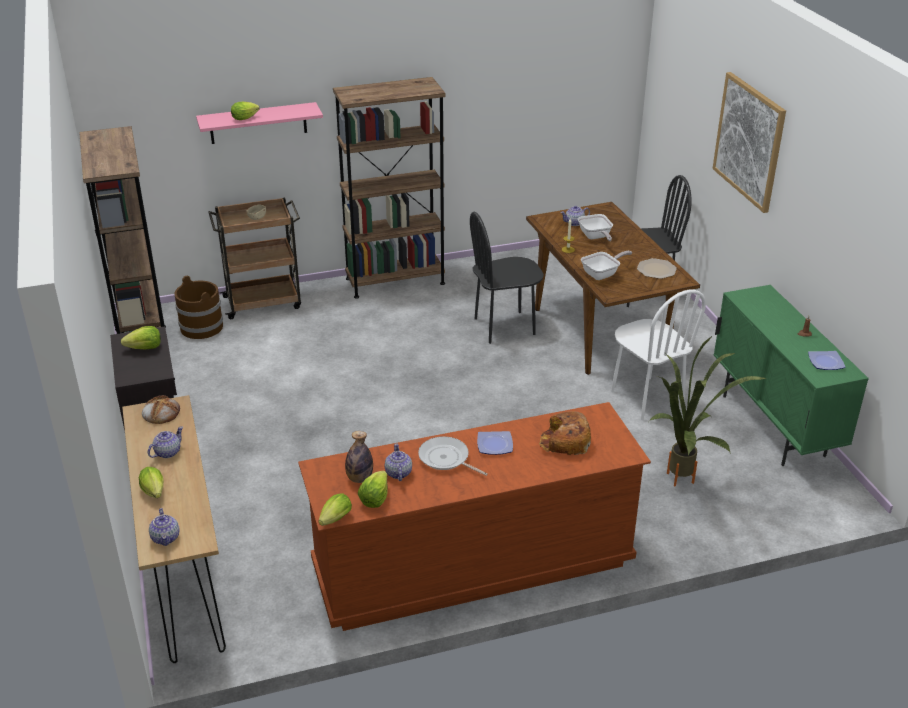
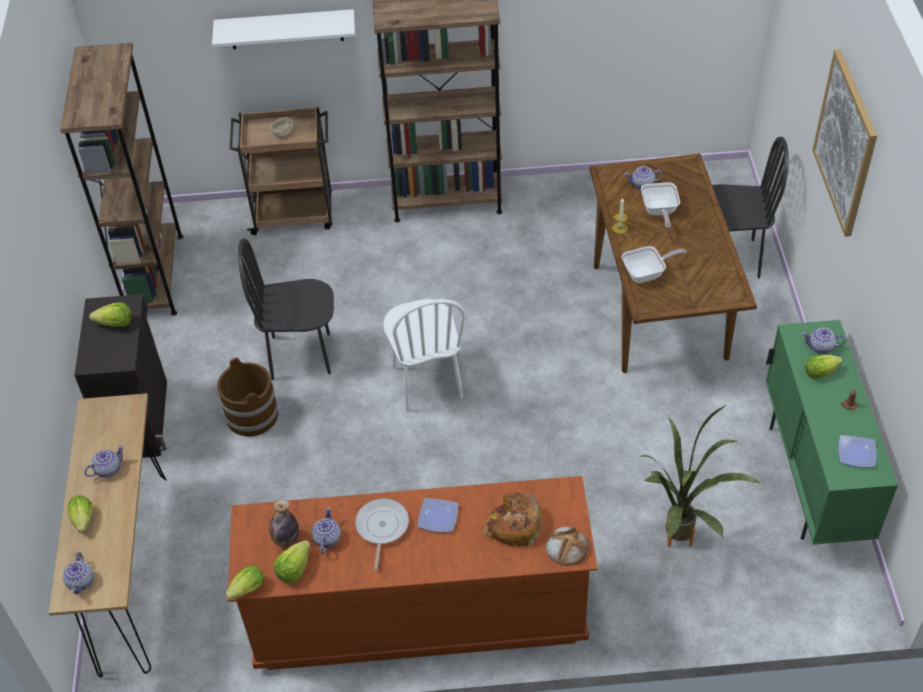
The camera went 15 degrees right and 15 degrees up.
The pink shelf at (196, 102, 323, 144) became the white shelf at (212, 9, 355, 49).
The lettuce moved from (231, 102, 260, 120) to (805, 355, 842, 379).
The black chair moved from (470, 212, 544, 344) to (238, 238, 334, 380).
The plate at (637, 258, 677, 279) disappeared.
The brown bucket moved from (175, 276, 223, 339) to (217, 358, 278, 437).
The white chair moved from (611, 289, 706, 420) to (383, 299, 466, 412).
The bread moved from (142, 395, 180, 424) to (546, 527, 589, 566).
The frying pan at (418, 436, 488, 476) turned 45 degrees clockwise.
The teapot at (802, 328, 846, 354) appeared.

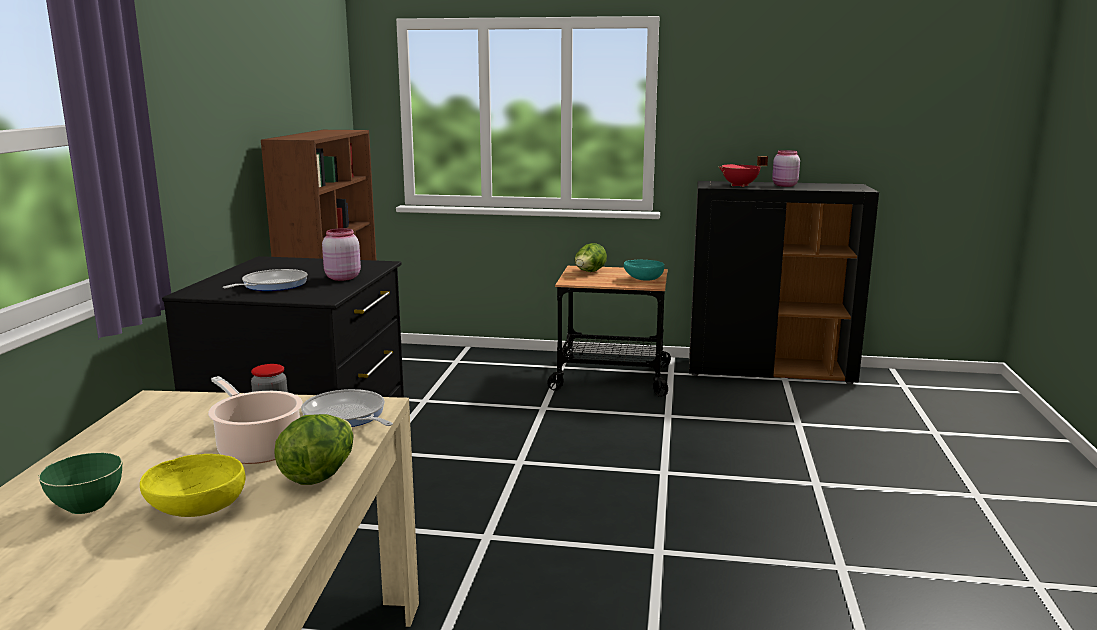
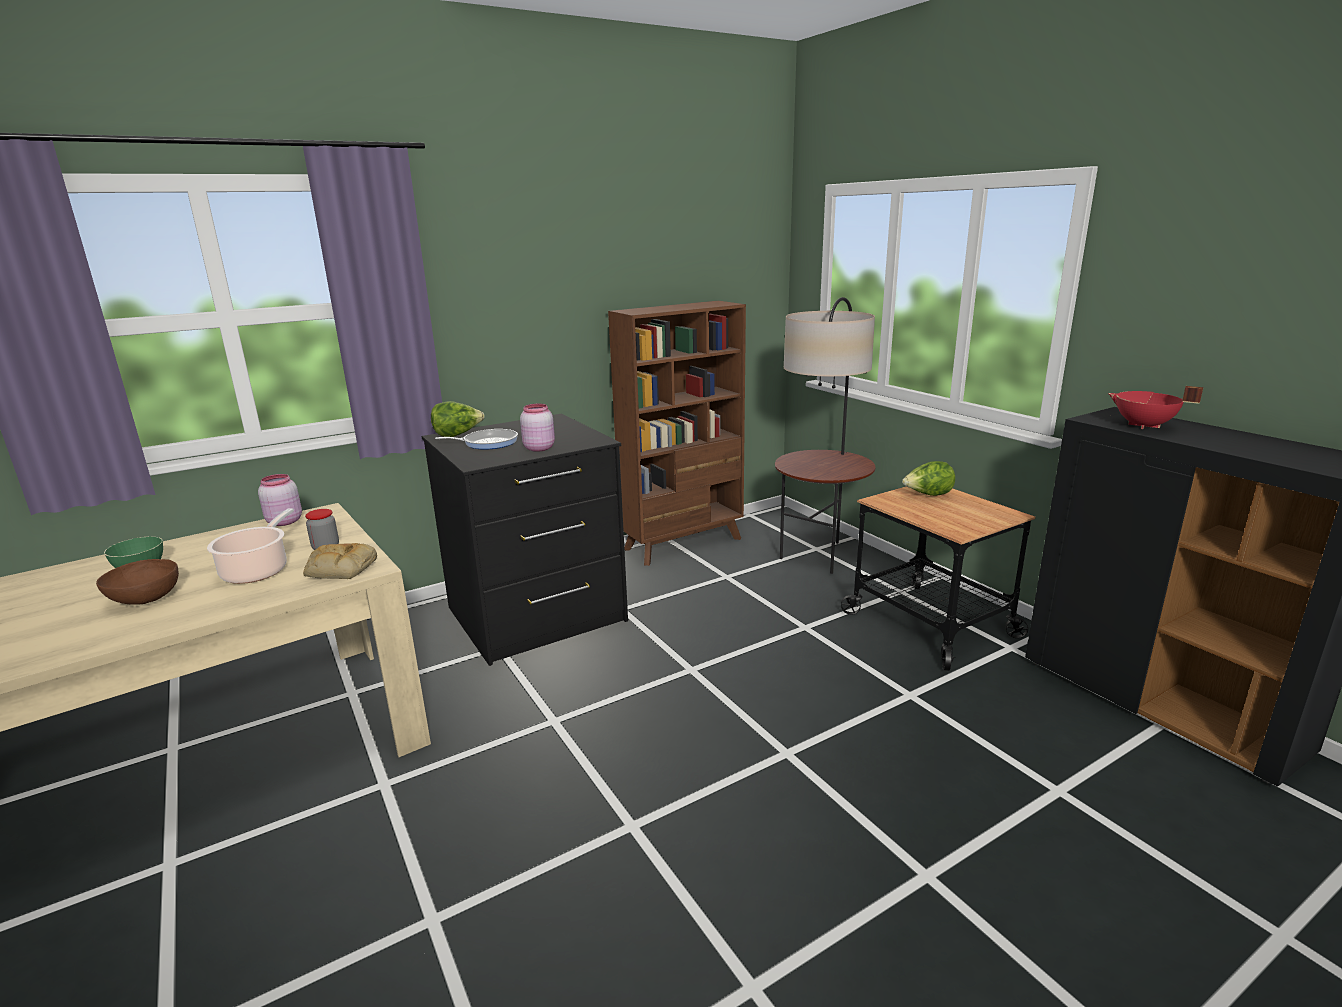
The camera went 50 degrees right and 5 degrees up.
The pink jar moved from (772, 150, 800, 187) to (258, 474, 302, 526).
The turquoise bowl at (624, 260, 664, 281) disappeared.
The frying pan at (301, 389, 393, 427) was replaced by the bread at (303, 543, 377, 579).
The lettuce moved from (274, 414, 353, 485) to (431, 401, 485, 437).
The yellow bowl at (140, 454, 246, 517) became the brown bowl at (96, 559, 179, 605).
The floor lamp at (775, 297, 875, 574) appeared.

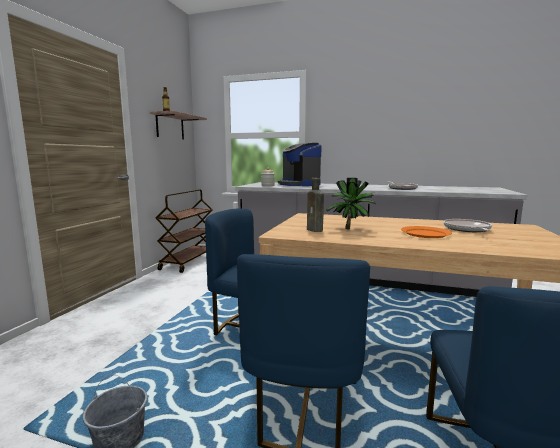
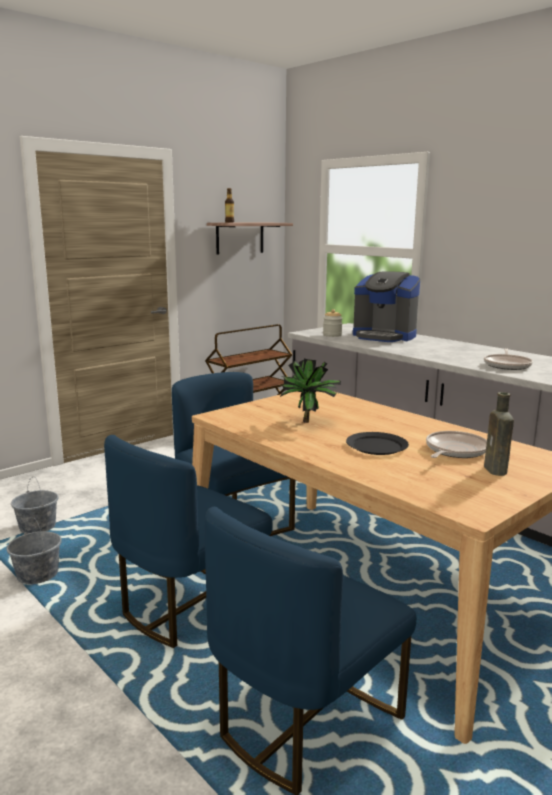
The camera went 30 degrees right and 5 degrees up.
The coffee machine at (278, 143, 322, 186) turned 60 degrees counterclockwise.
The brown bottle moved from (307, 178, 324, 232) to (484, 392, 514, 476).
The orange plate at (401, 226, 452, 238) became the black plate at (346, 432, 409, 455).
The grey bucket at (11, 477, 59, 534) appeared.

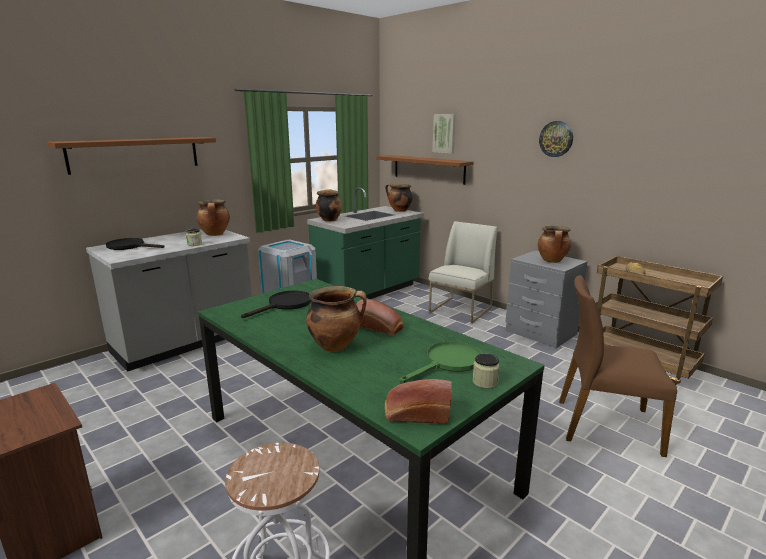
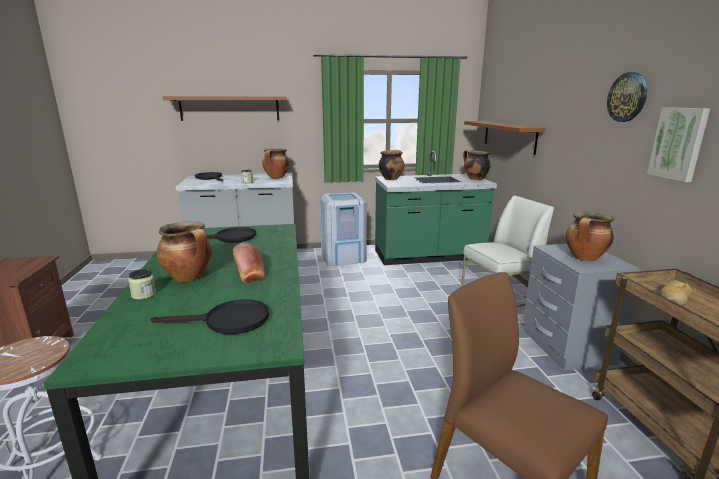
The camera went 35 degrees right and 0 degrees up.
The picture moved from (433, 114, 456, 154) to (647, 107, 710, 182).
The green frying pan at (399, 341, 482, 383) became the black frying pan at (151, 299, 269, 334).
The jar moved from (473, 354, 500, 389) to (128, 269, 156, 300).
The bread at (385, 379, 452, 424) disappeared.

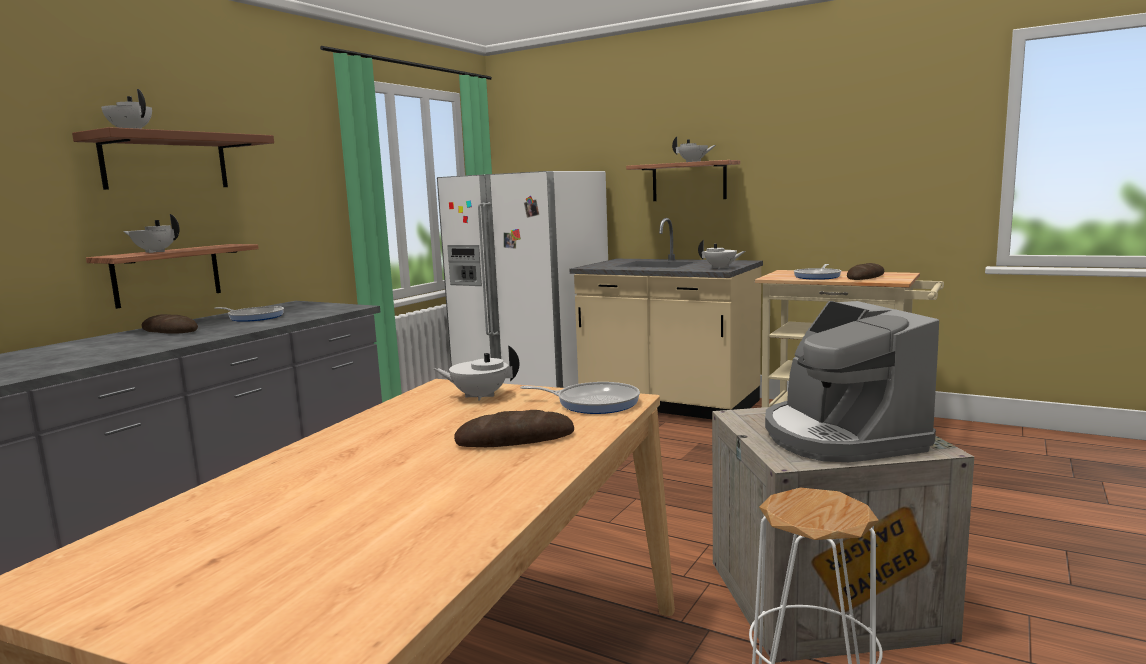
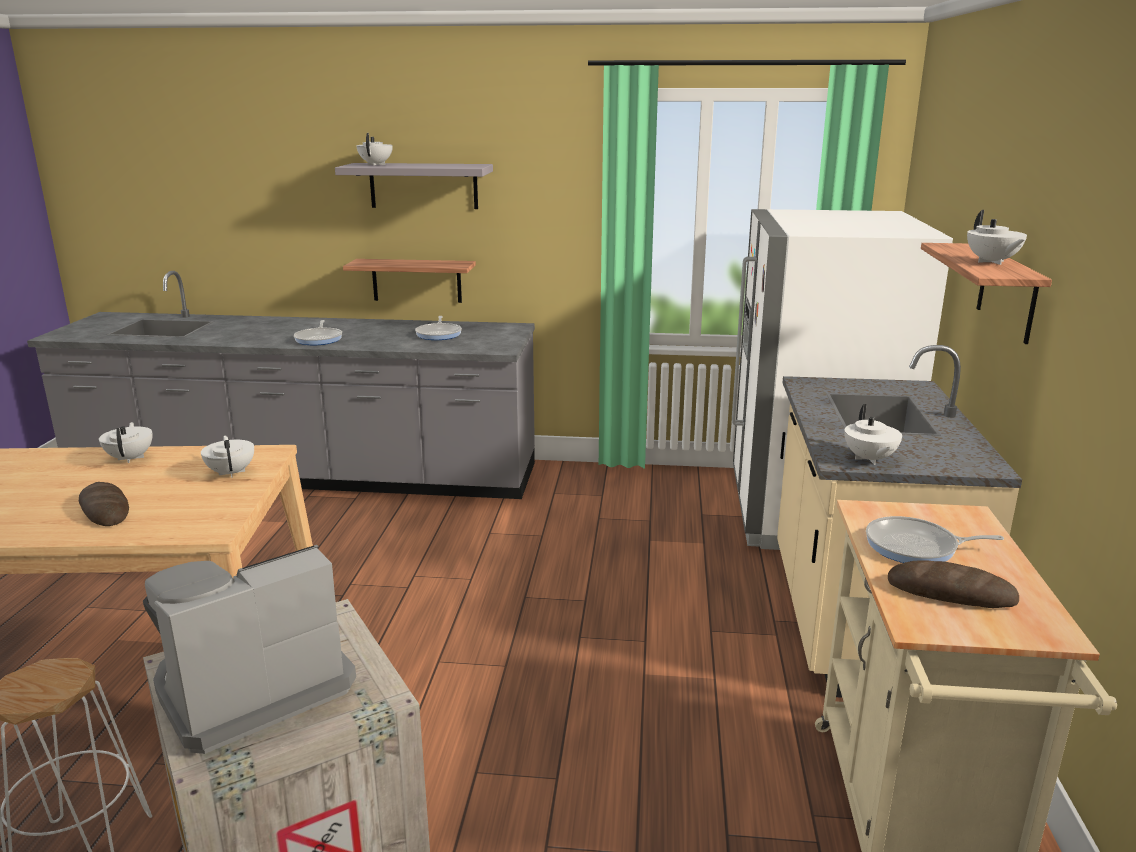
The camera went 65 degrees right and 10 degrees up.
The brown shelf at (72, 127, 274, 190) became the grey shelf at (335, 163, 493, 209).
The white teapot moved from (123, 214, 180, 253) to (99, 422, 152, 463).
The bread at (142, 314, 198, 334) disappeared.
The frying pan moved from (520, 382, 640, 414) to (294, 320, 342, 345).

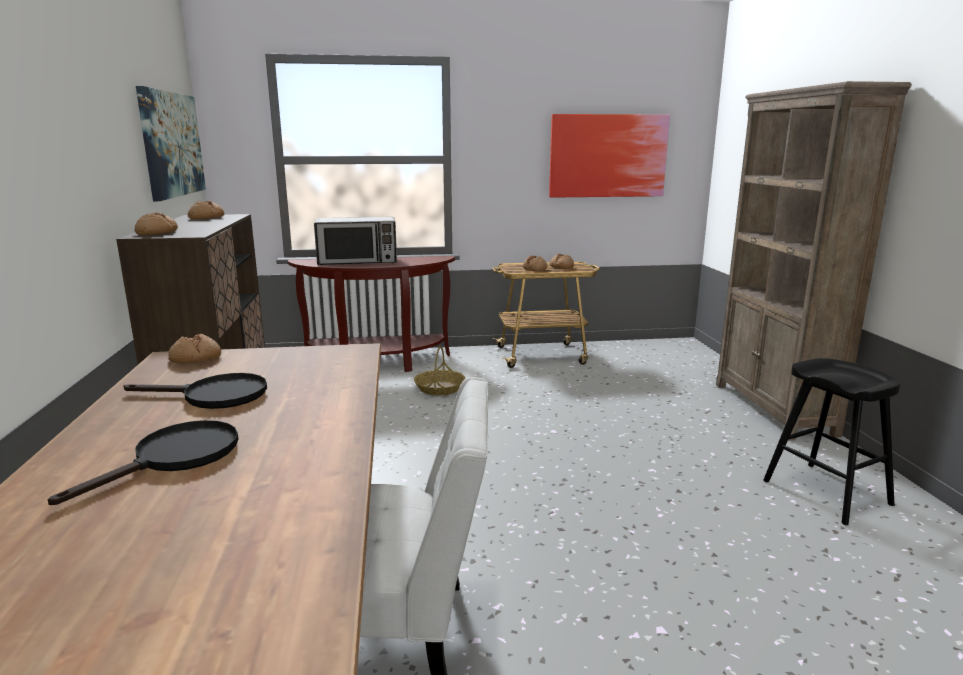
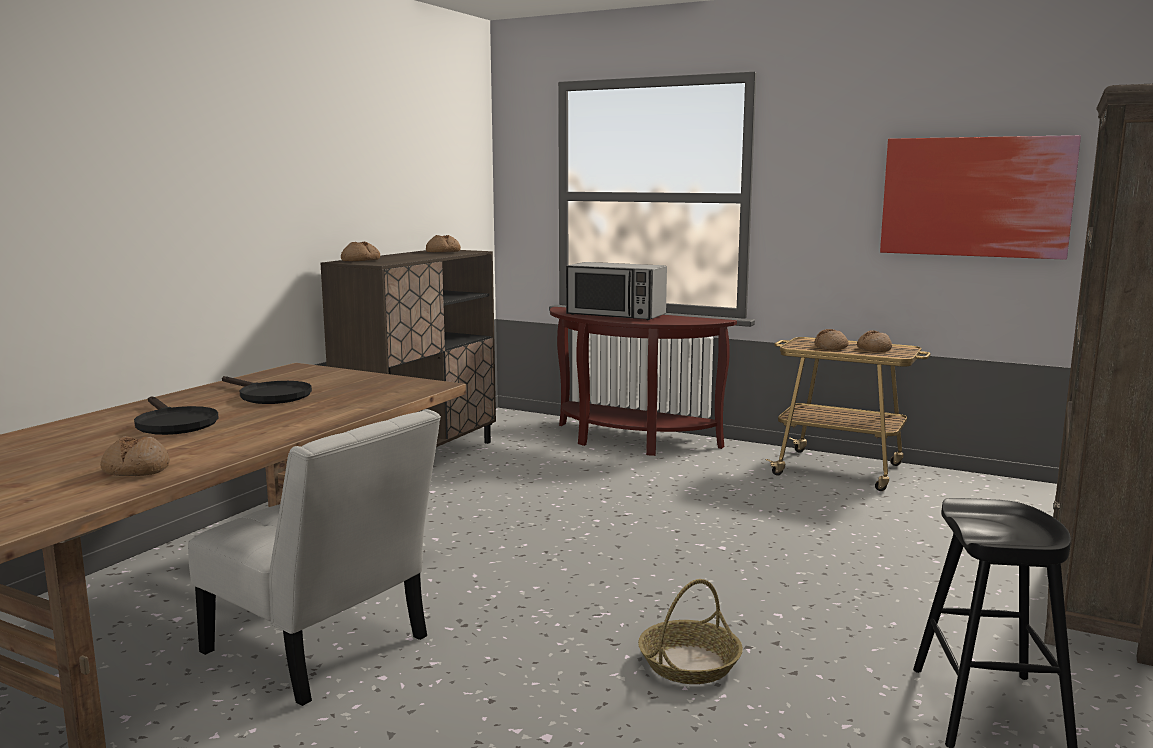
The camera went 35 degrees right and 5 degrees down.
The picture at (136, 86, 206, 201) disappeared.
The bread moved from (168, 334, 221, 364) to (100, 436, 170, 476).
The basket moved from (414, 346, 465, 396) to (638, 579, 743, 684).
The black frying pan at (48, 420, 238, 505) turned 75 degrees clockwise.

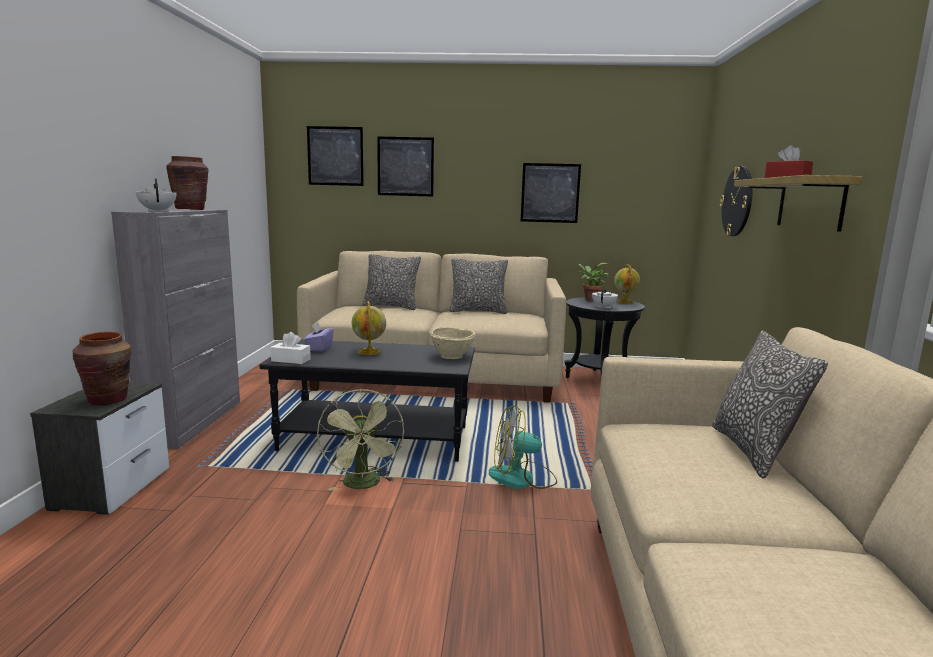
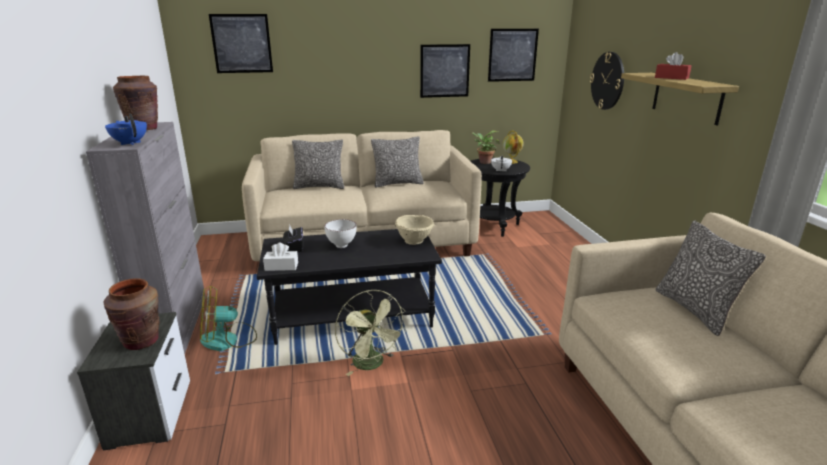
The camera went 15 degrees left and 10 degrees up.
The picture moved from (377, 136, 434, 197) to (488, 29, 539, 82).
The white teapot at (136, 178, 176, 212) became the blue teapot at (105, 113, 147, 145).
The globe at (351, 301, 386, 355) was replaced by the white bowl at (324, 219, 357, 248).
The purple tissue box at (304, 322, 333, 352) became the black tissue box at (283, 226, 303, 252).
The fan moved from (489, 405, 557, 489) to (200, 286, 257, 351).

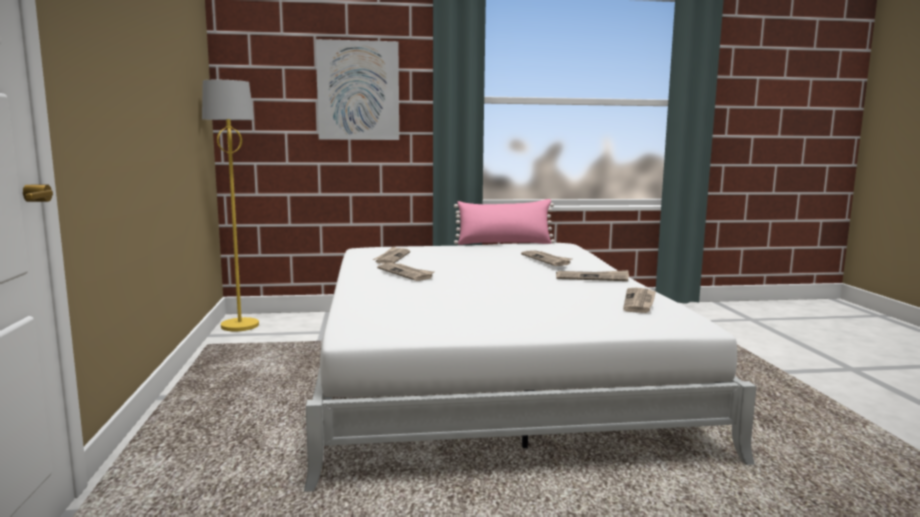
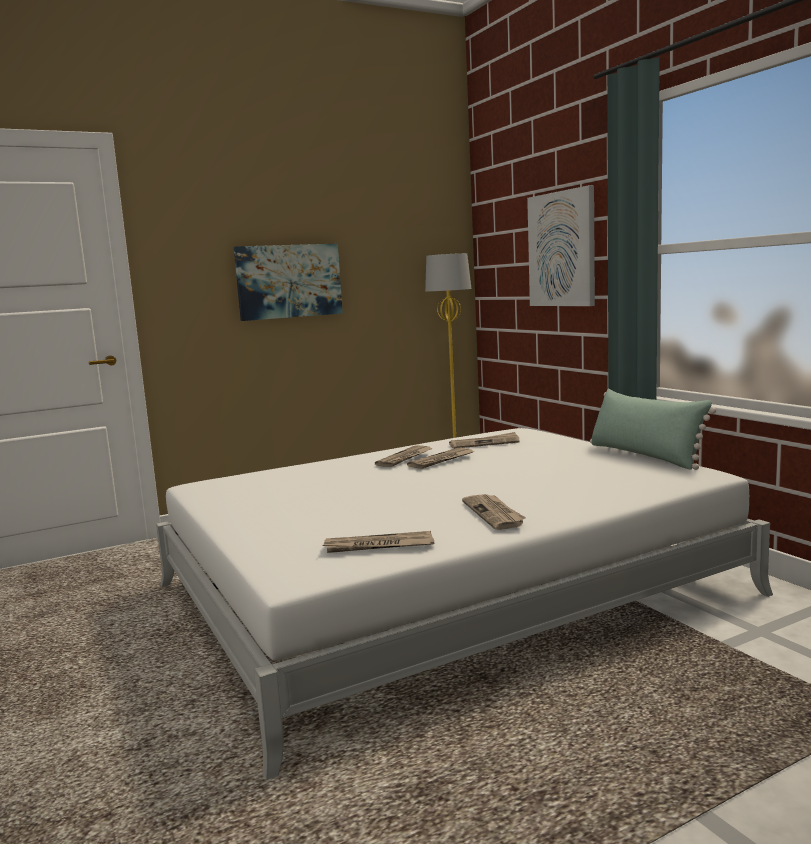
The camera went 70 degrees right and 0 degrees up.
The pink pillow at (454, 199, 555, 245) became the green pillow at (590, 389, 716, 470).
The newspaper moved from (521, 250, 572, 266) to (407, 448, 475, 469).
The picture at (234, 244, 343, 321) appeared.

